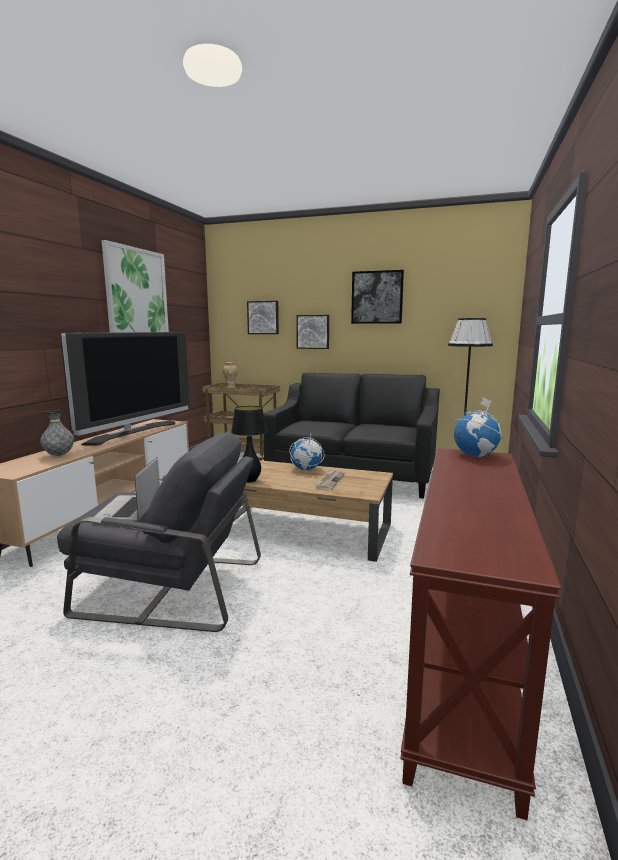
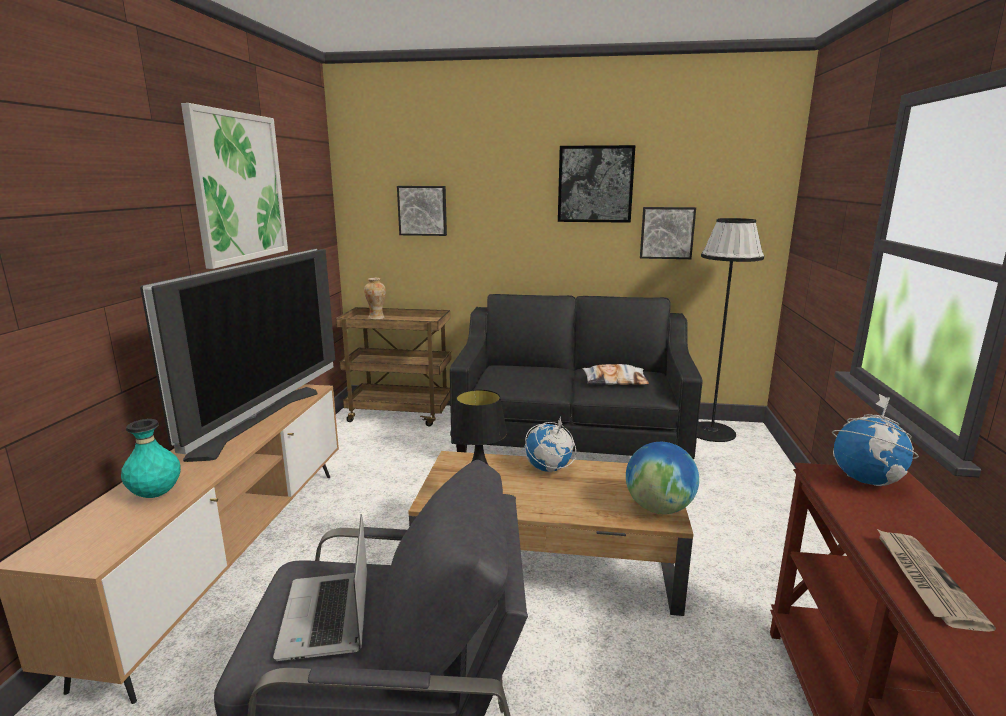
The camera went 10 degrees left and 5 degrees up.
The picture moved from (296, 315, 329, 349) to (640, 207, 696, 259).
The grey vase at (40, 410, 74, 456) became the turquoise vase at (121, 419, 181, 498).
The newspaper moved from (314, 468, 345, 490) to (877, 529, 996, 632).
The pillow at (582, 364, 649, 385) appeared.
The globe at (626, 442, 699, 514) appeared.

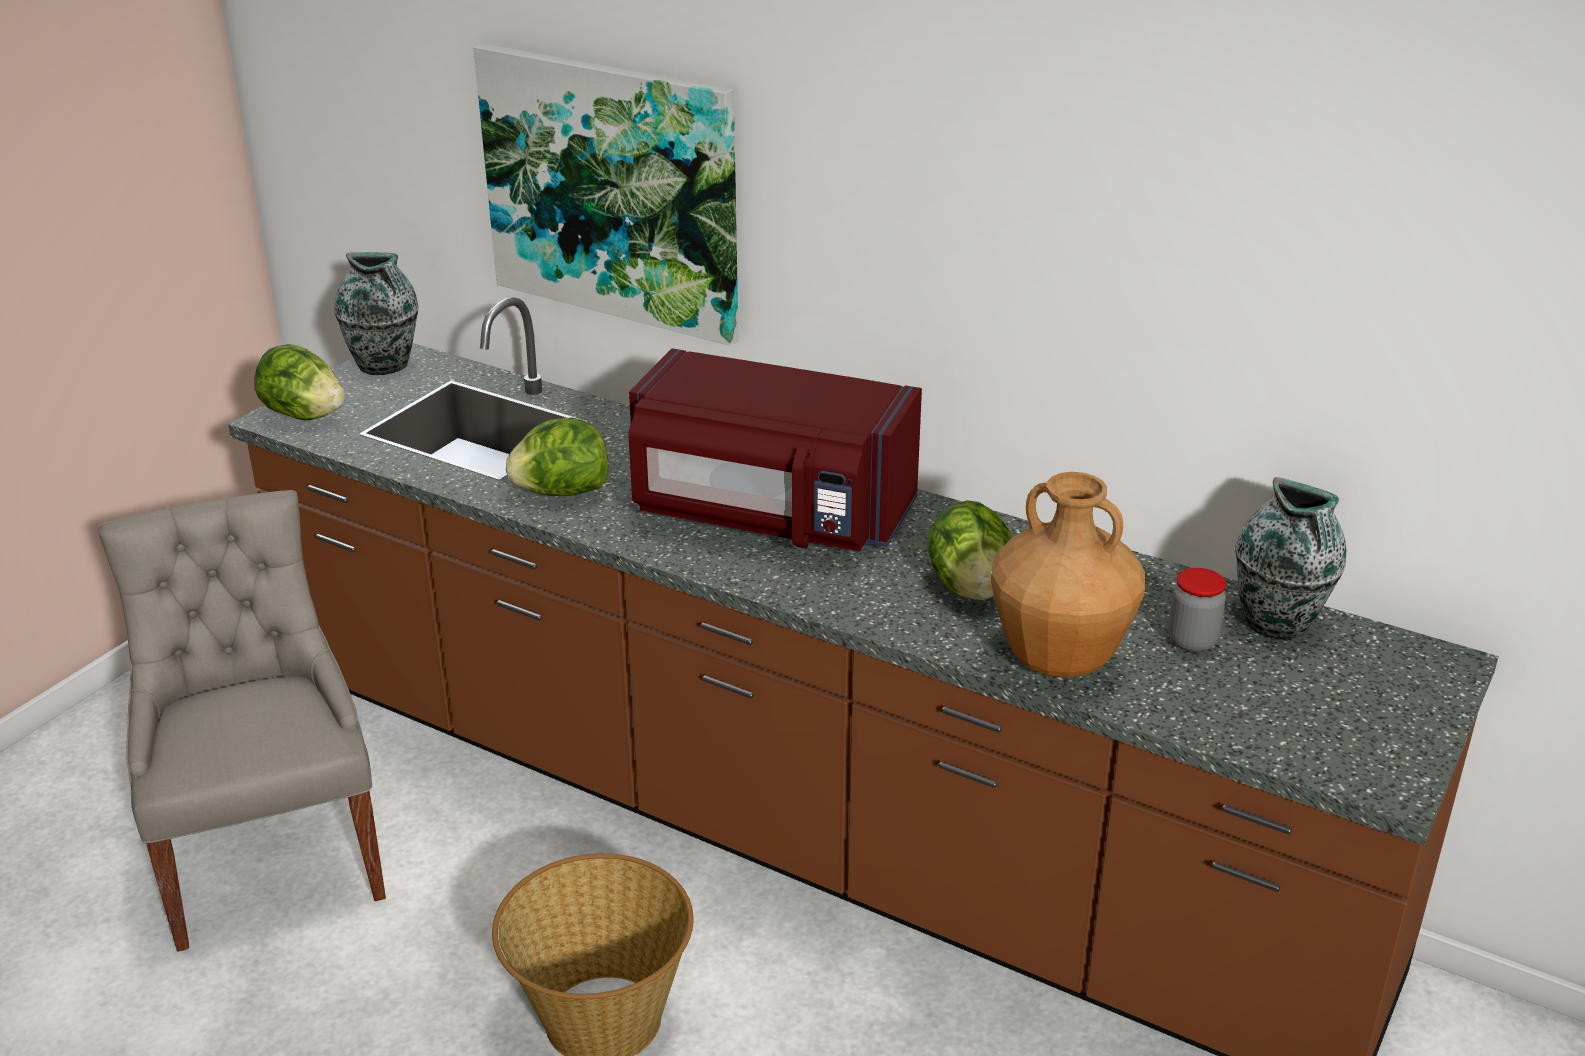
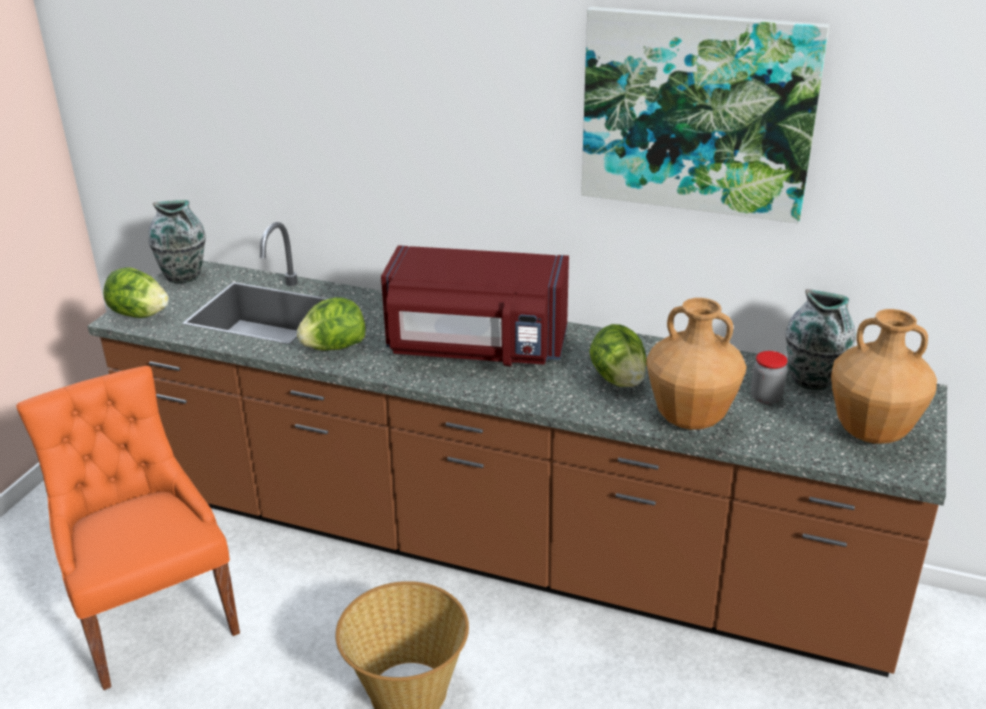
The camera went 10 degrees left and 0 degrees up.
The picture moved from (474, 44, 738, 346) to (581, 7, 830, 224).
The grey chair at (98, 490, 386, 952) became the orange chair at (16, 366, 240, 690).
The brown vase at (831, 309, 937, 444) appeared.

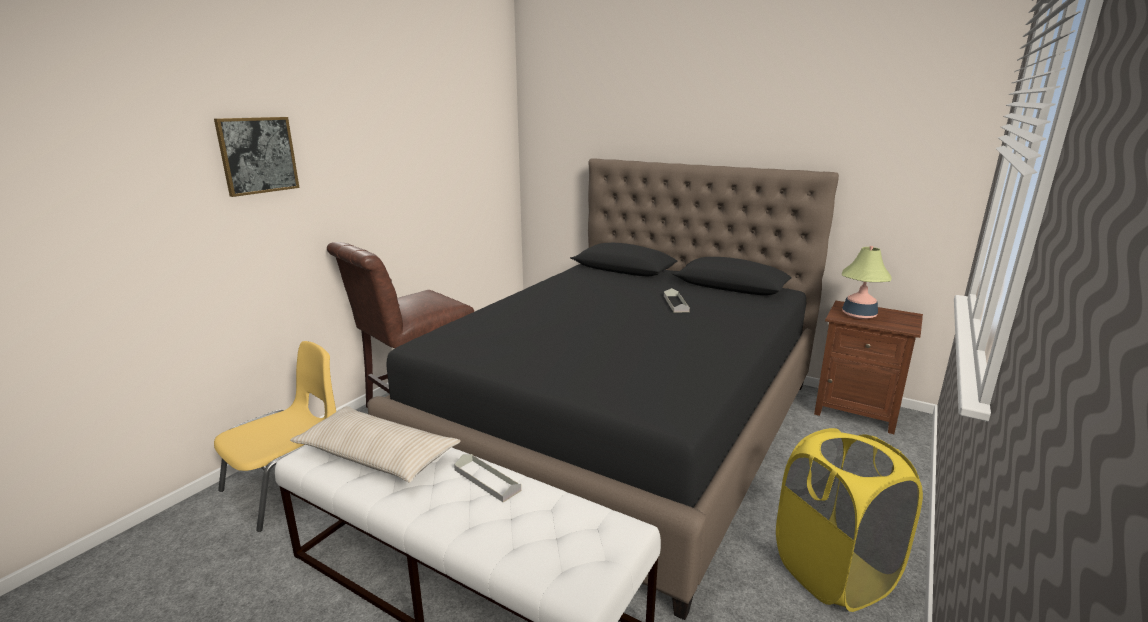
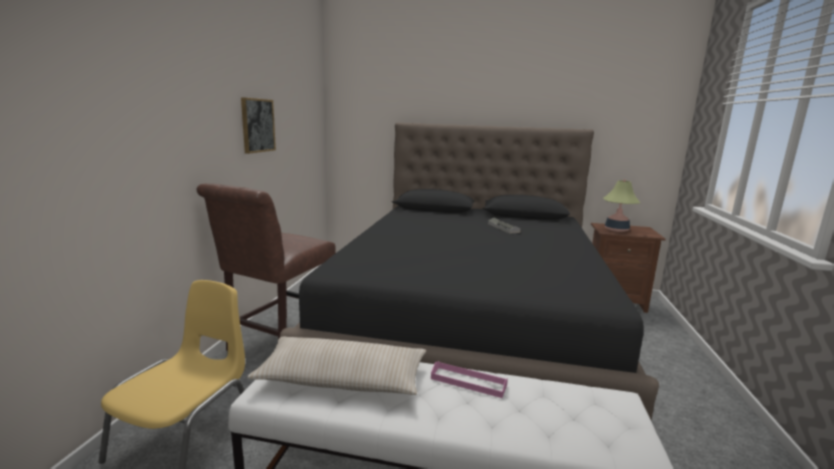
The camera went 20 degrees left and 5 degrees down.
The picture moved from (214, 117, 299, 197) to (241, 97, 276, 154).
The yellow laundry basket at (776, 428, 923, 612) disappeared.
The grey tray at (454, 454, 521, 502) became the pink tray at (431, 361, 508, 398).

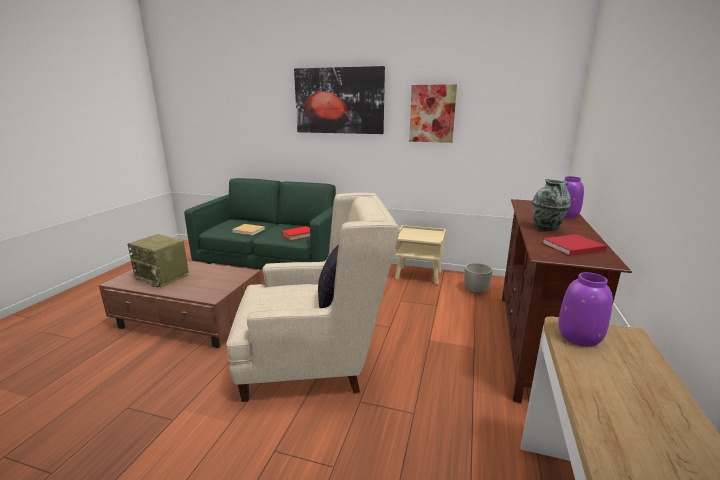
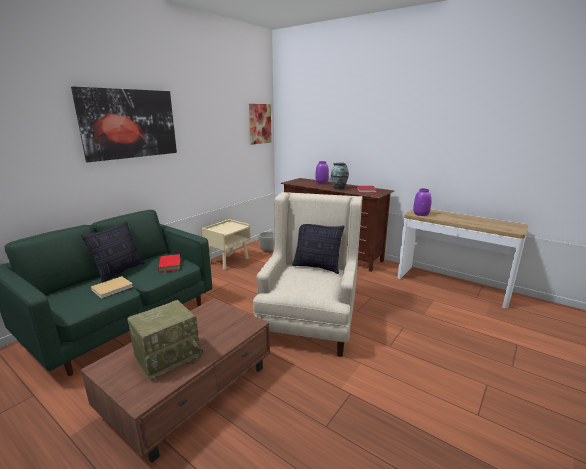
The camera went 70 degrees left and 0 degrees up.
The picture moved from (409, 84, 457, 143) to (249, 104, 272, 145).
The pillow at (81, 221, 145, 283) appeared.

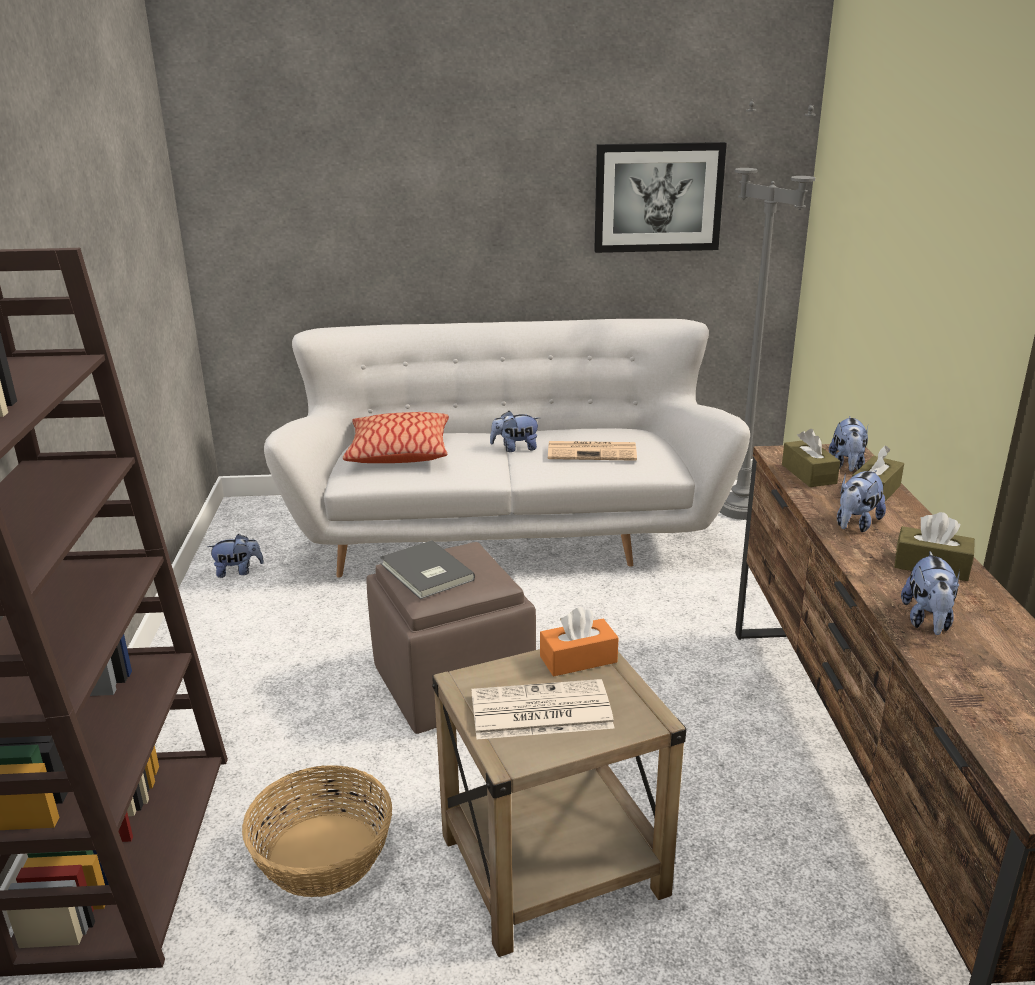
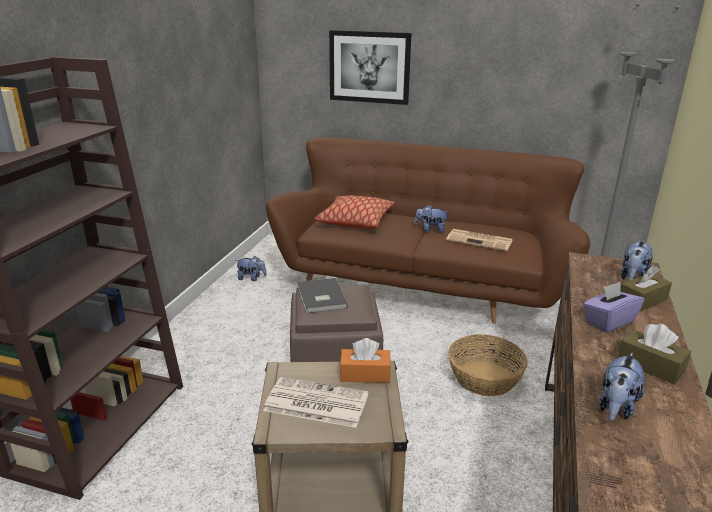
The camera went 20 degrees right and 0 degrees up.
The picture moved from (594, 142, 727, 253) to (329, 30, 412, 105).
The white sofa at (264, 319, 750, 577) became the brown sofa at (266, 137, 590, 324).
The brown tissue box at (782, 429, 840, 487) disappeared.
The plush toy at (837, 470, 886, 532) was replaced by the purple tissue box at (583, 282, 644, 332).
The basket moved from (242, 765, 392, 897) to (448, 334, 528, 396).

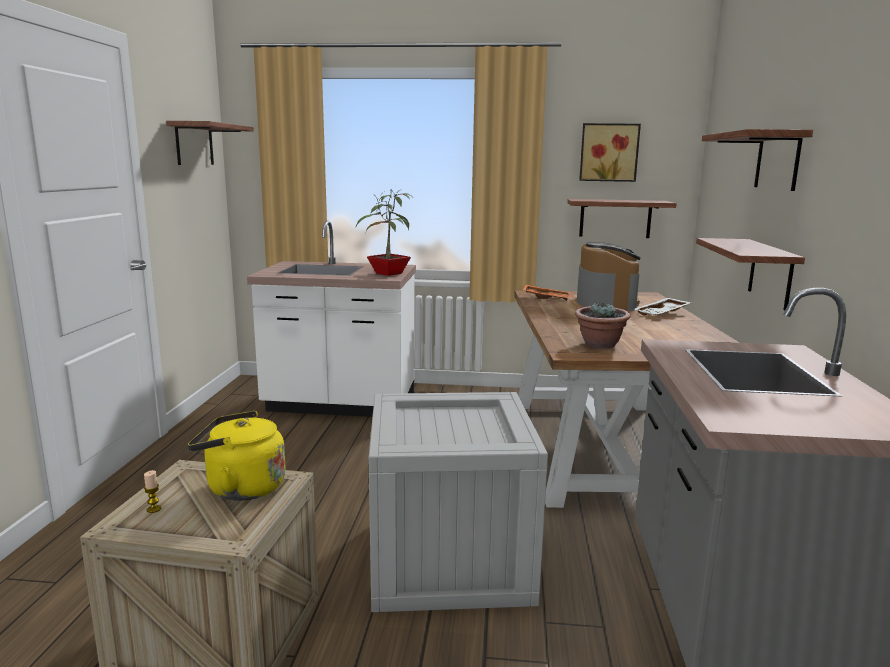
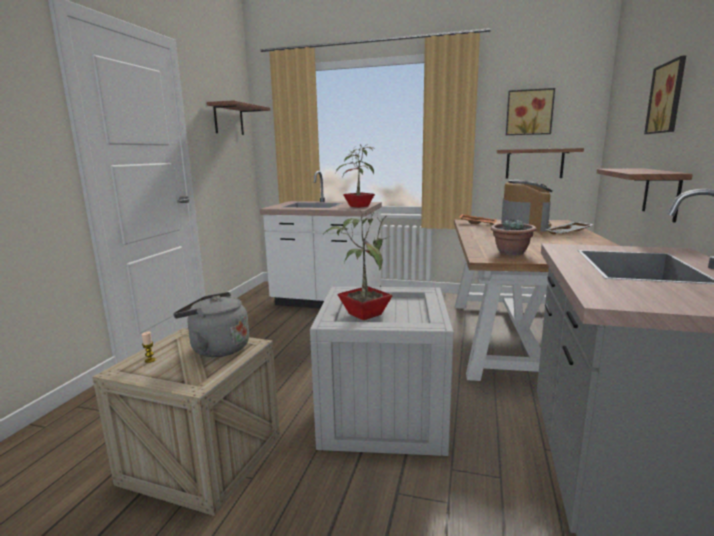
The camera went 10 degrees right and 0 degrees up.
The shelf at (702, 129, 813, 191) was replaced by the picture at (644, 55, 686, 134).
The yellow kettle at (188, 411, 286, 501) became the grey kettle at (173, 292, 249, 357).
The potted plant at (324, 211, 392, 320) appeared.

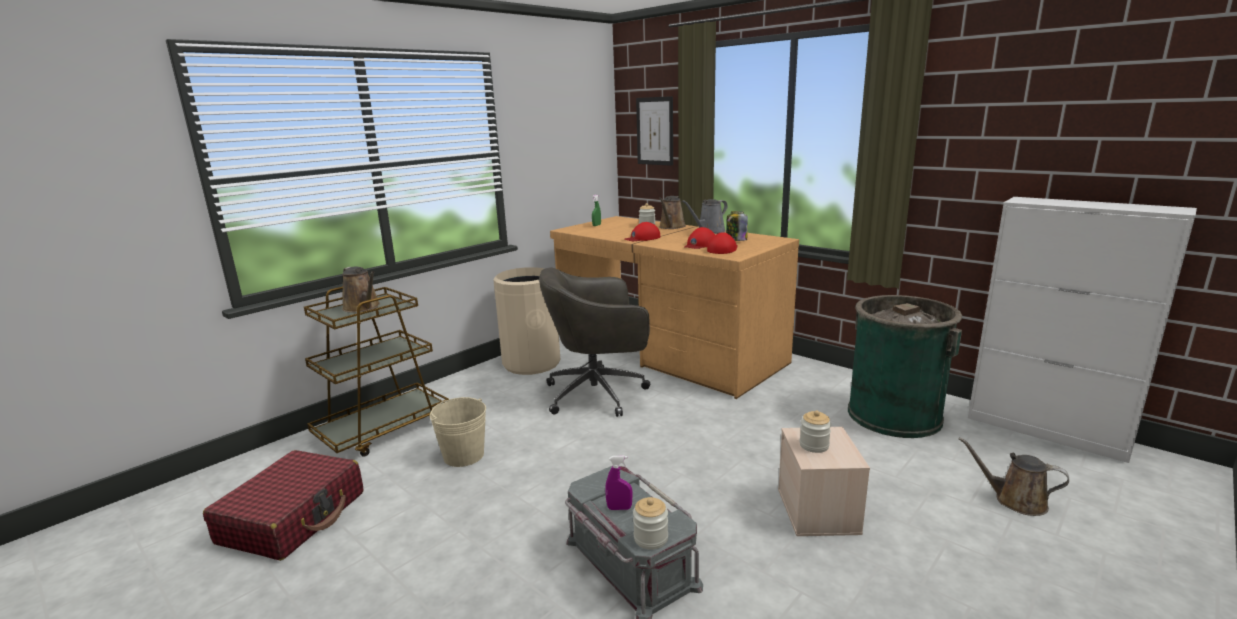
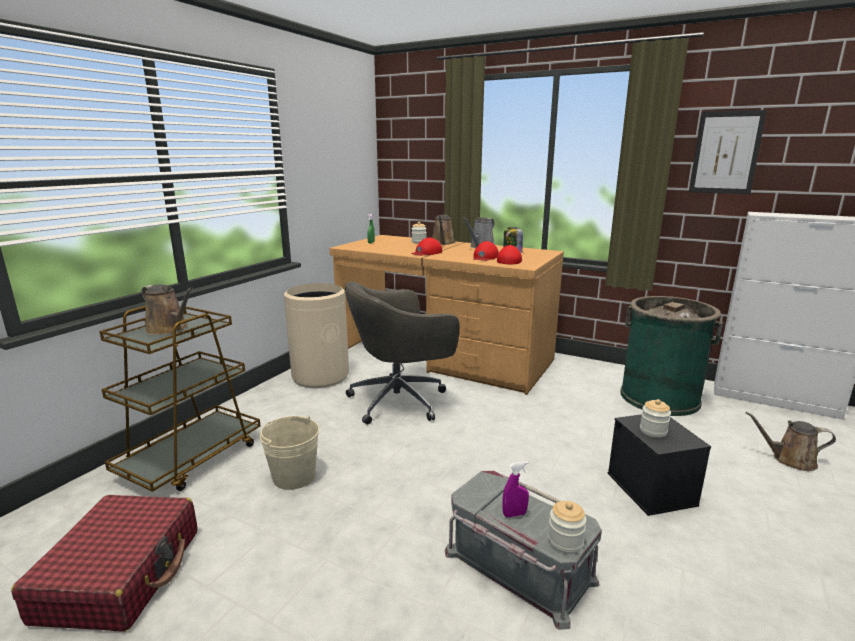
The camera went 15 degrees left and 0 degrees up.
The picture moved from (636, 96, 673, 166) to (689, 110, 767, 194).
The beige storage box at (778, 427, 870, 536) became the black storage box at (608, 414, 711, 516).

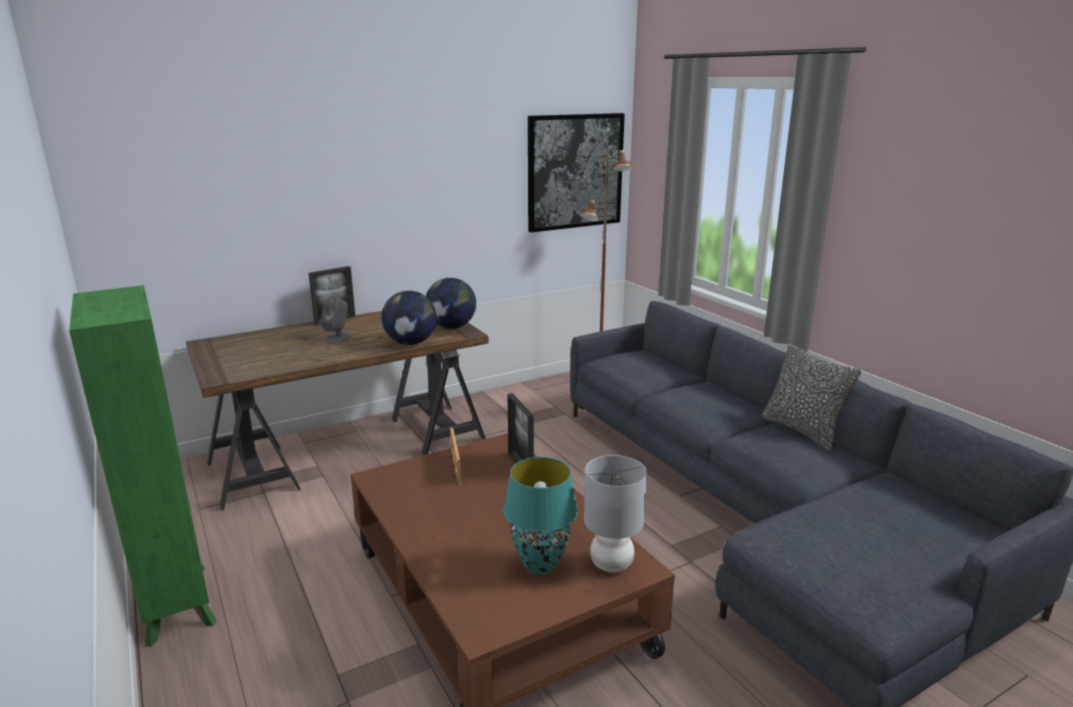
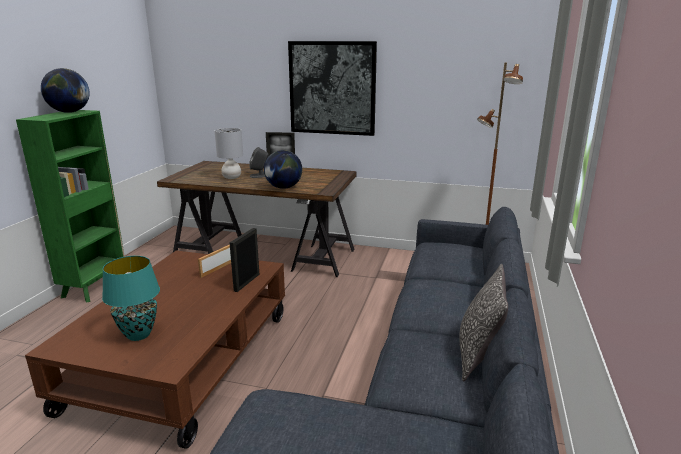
The camera went 45 degrees right and 0 degrees up.
The picture moved from (528, 113, 625, 233) to (288, 41, 377, 136).
The globe moved from (426, 278, 476, 329) to (41, 68, 90, 113).
The grey table lamp moved from (584, 455, 647, 573) to (215, 128, 243, 179).

